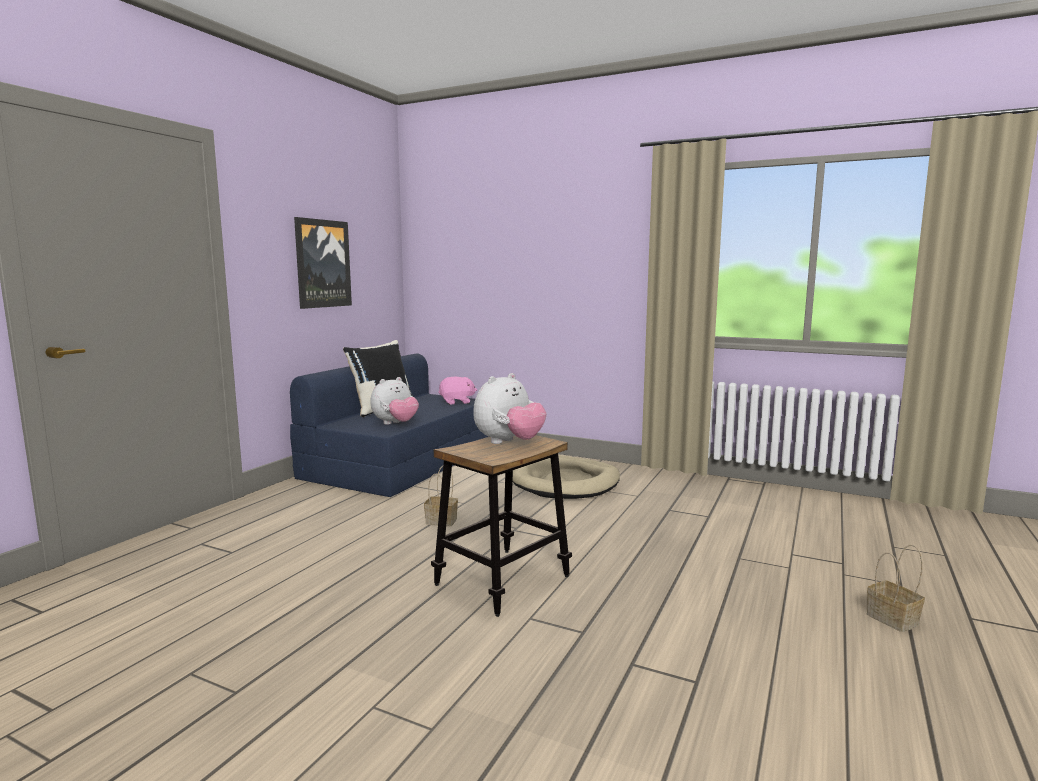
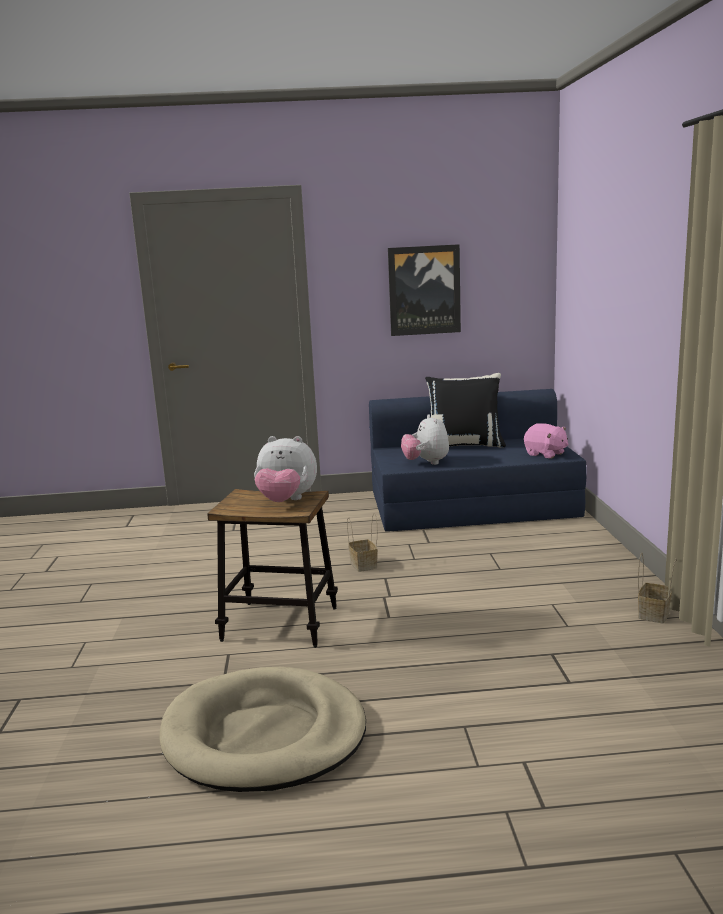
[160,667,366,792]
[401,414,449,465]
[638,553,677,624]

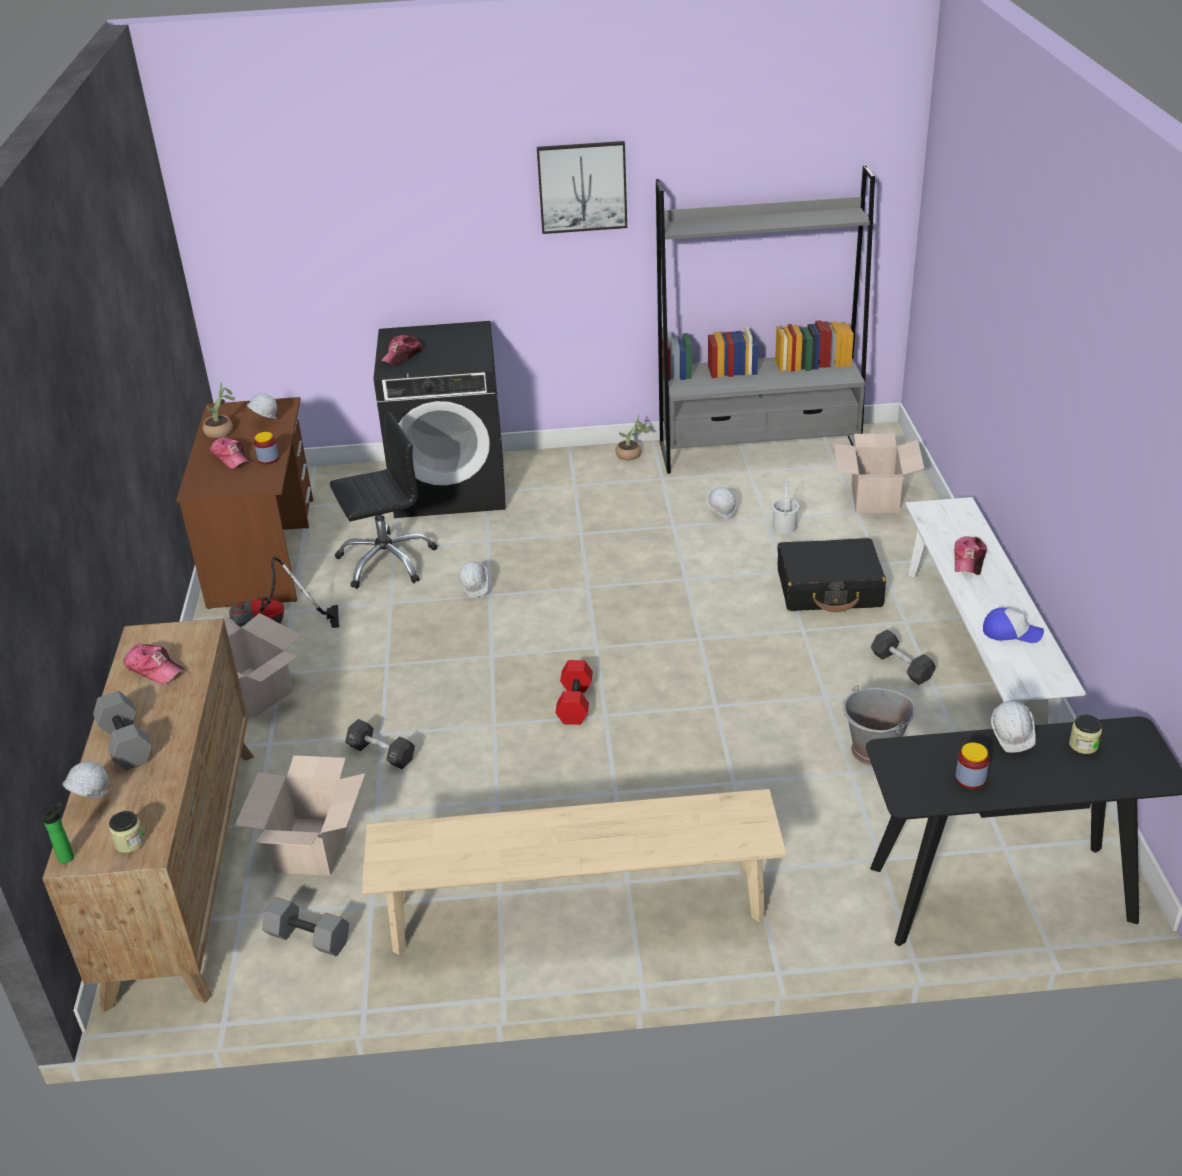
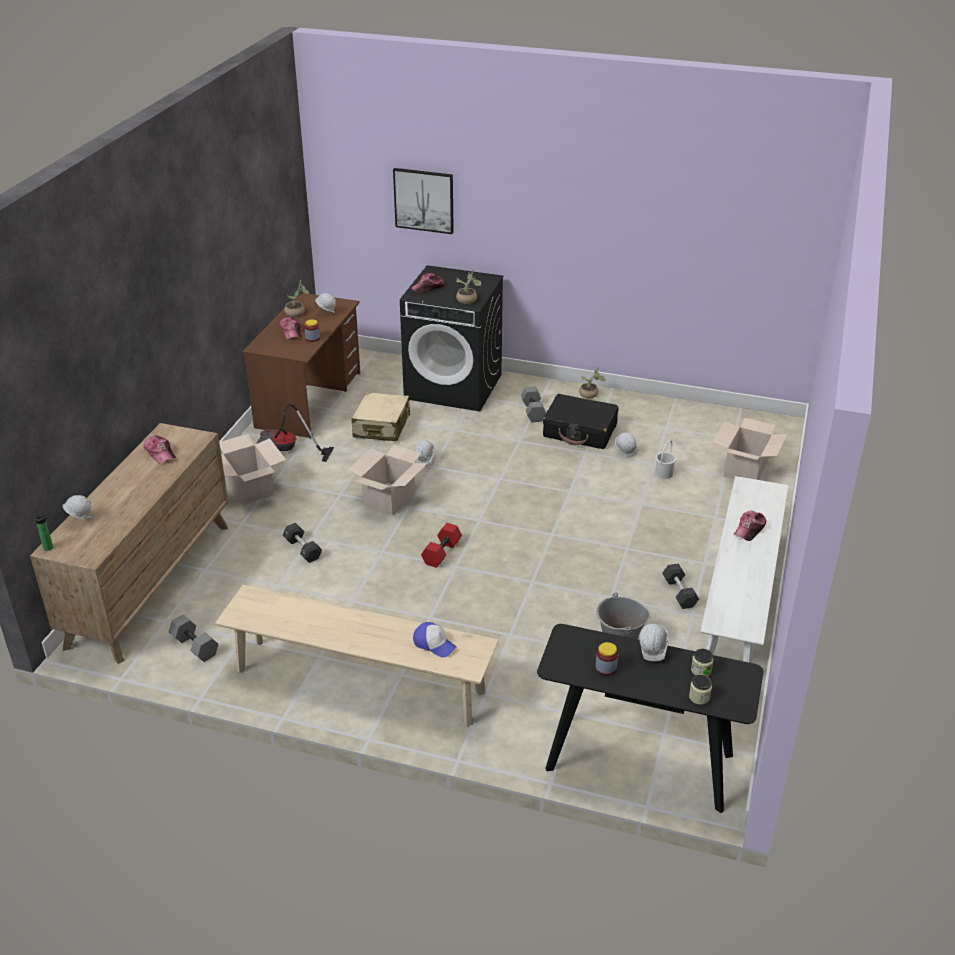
[347,445,428,516]
[351,392,410,441]
[393,168,454,234]
[413,622,457,658]
[456,269,481,304]
[521,387,546,422]
[543,394,619,449]
[689,675,712,705]
[656,165,875,474] (first image)

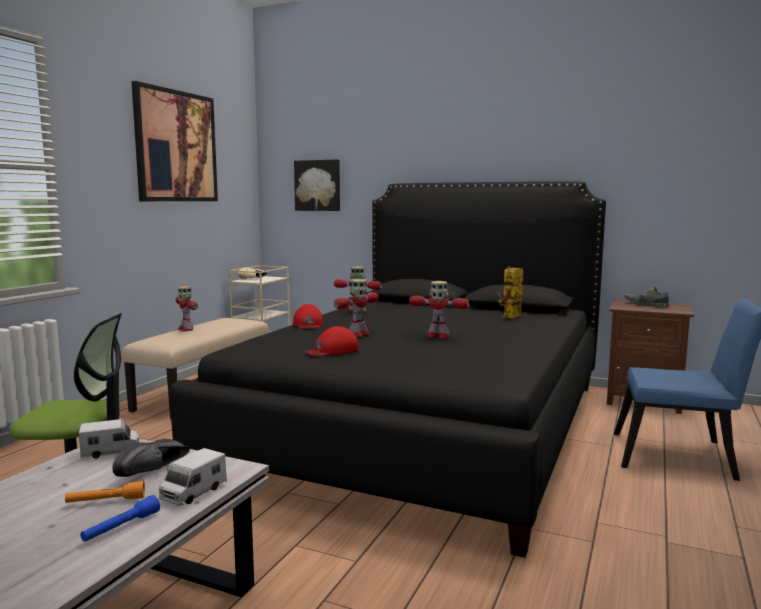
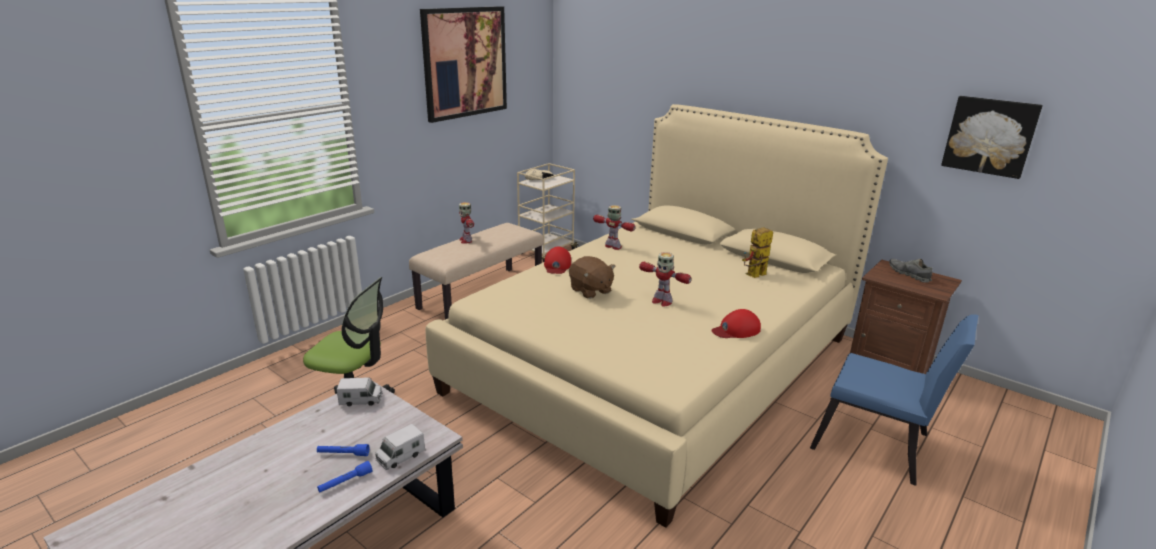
[317,444,369,456]
[425,104,888,528]
[569,256,615,299]
[711,309,761,338]
[941,96,1043,179]
[112,439,190,477] (first image)

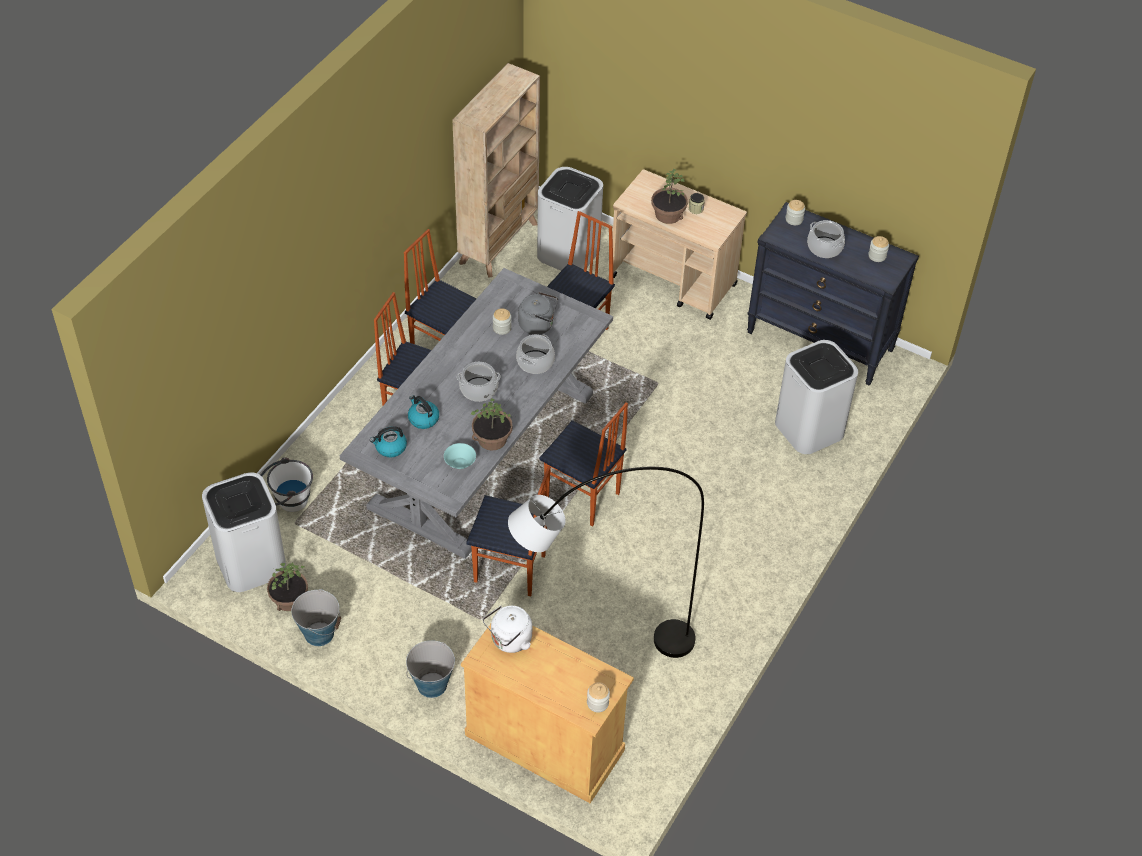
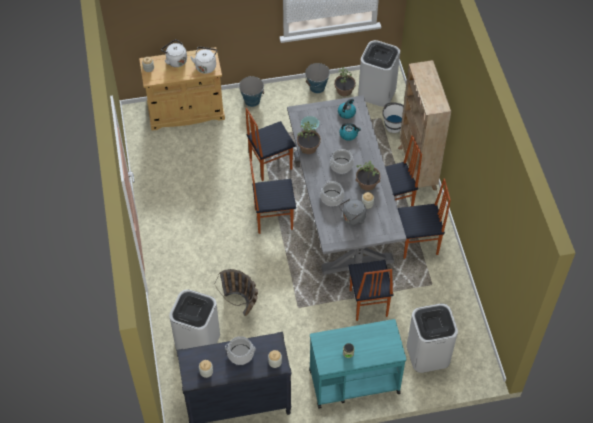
[161,39,187,67]
[214,269,258,316]
[309,319,406,409]
[355,161,381,191]
[398,60,451,192]
[508,467,704,658] (first image)

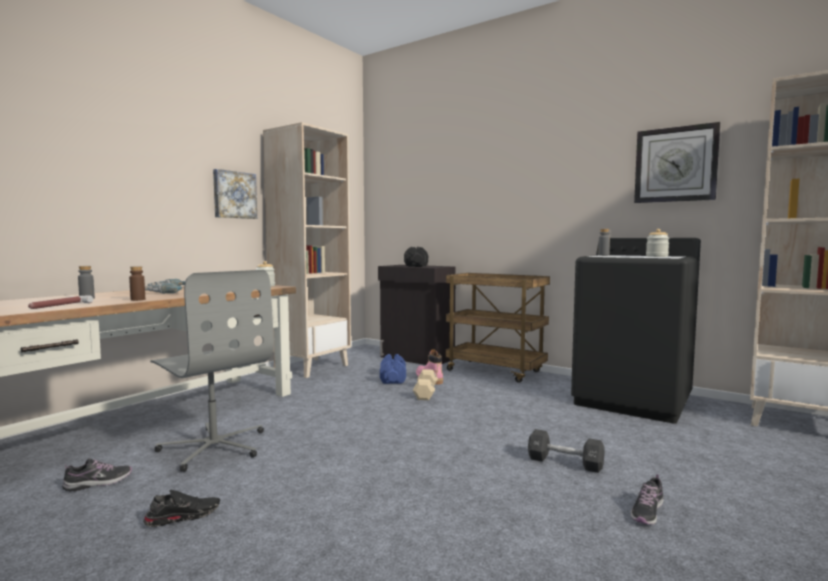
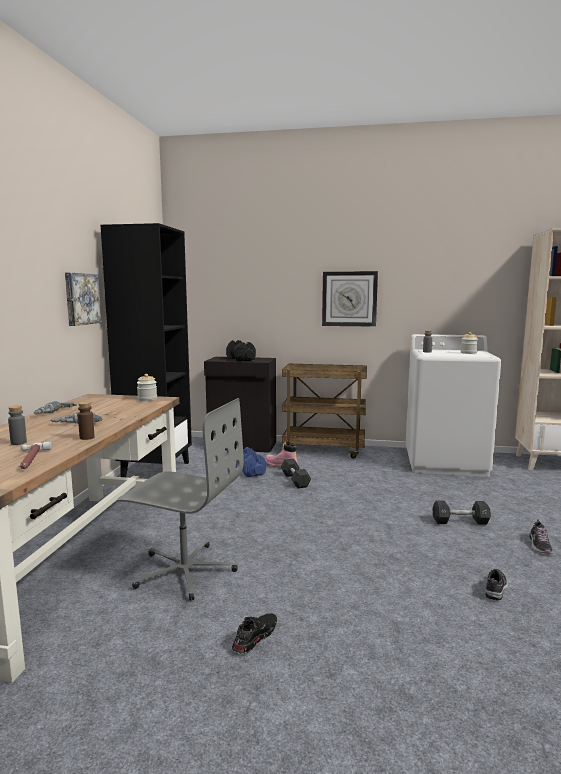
[101,223,192,477]
[280,459,311,488]
[322,271,378,327]
[406,334,501,477]
[485,569,508,600]

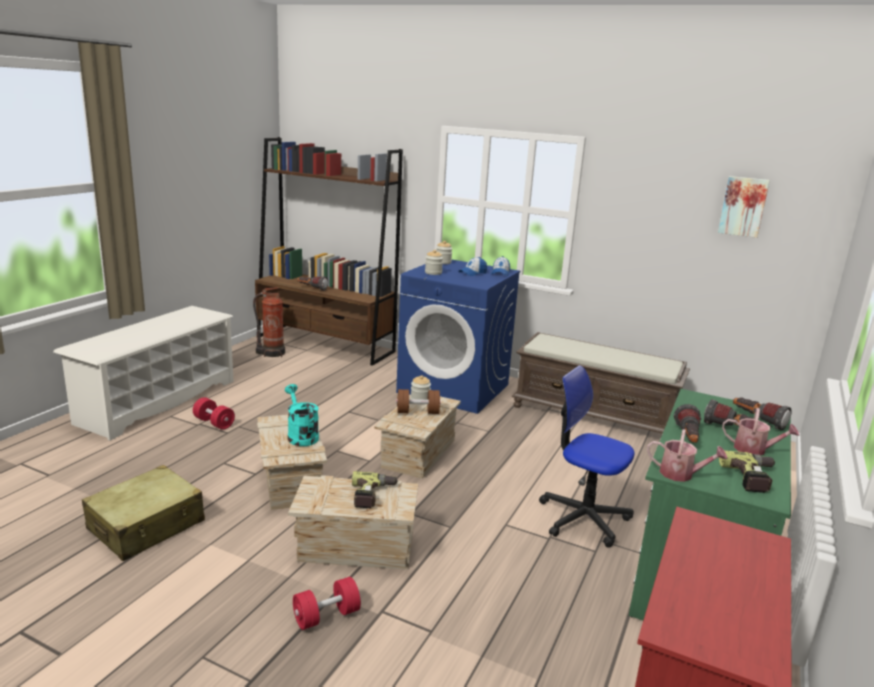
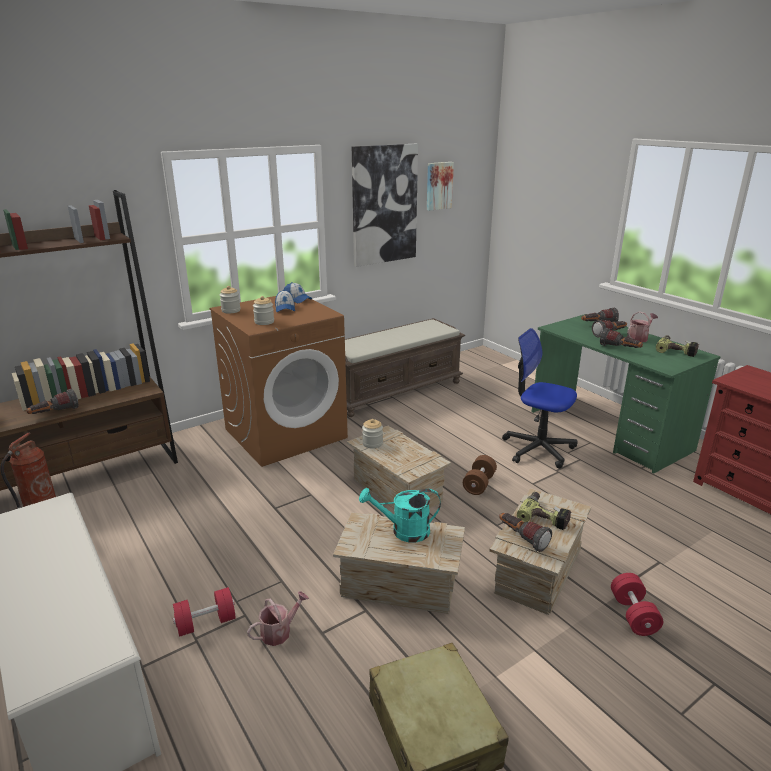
[209,296,348,467]
[247,591,309,646]
[352,144,418,267]
[463,455,497,495]
[499,513,552,552]
[502,328,578,469]

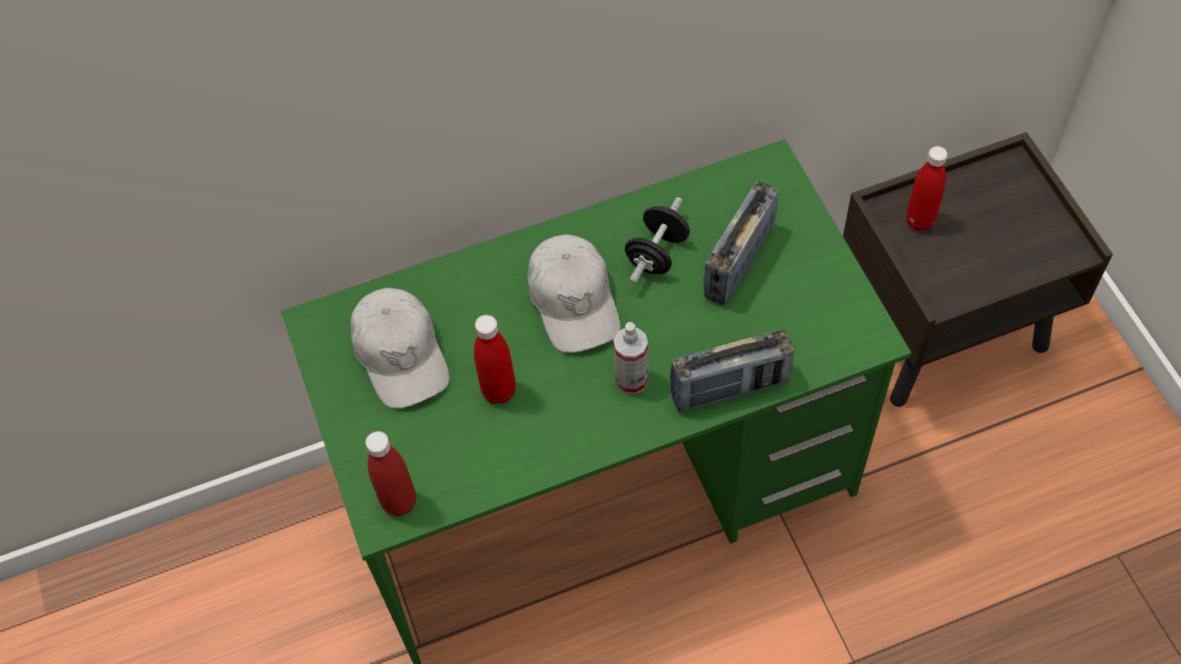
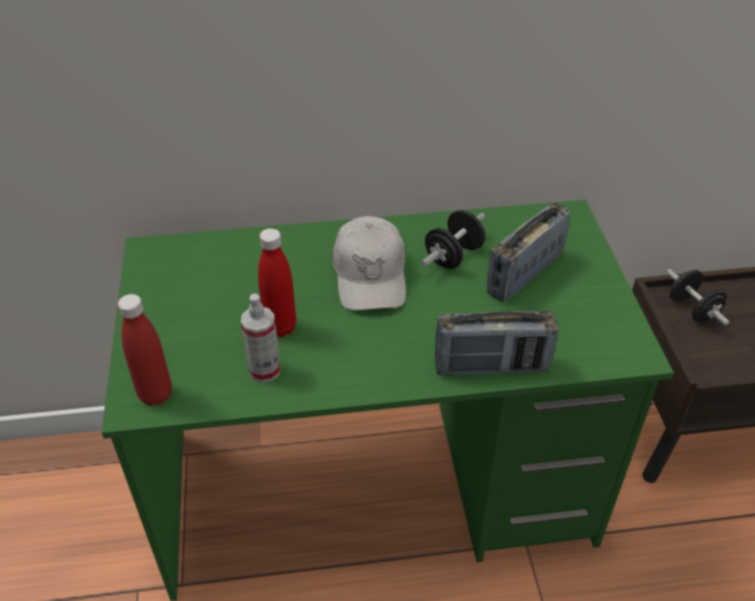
[241,293,281,382]
[667,269,730,326]
[350,288,449,409] (first image)

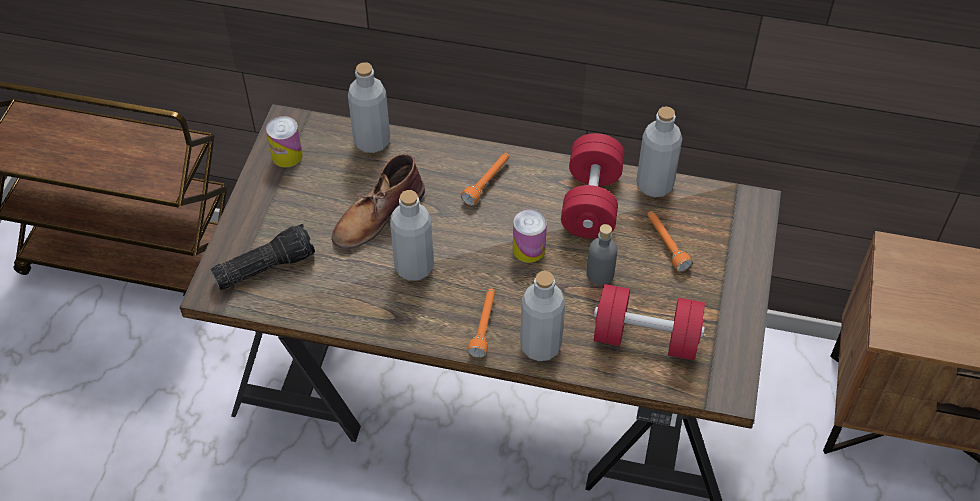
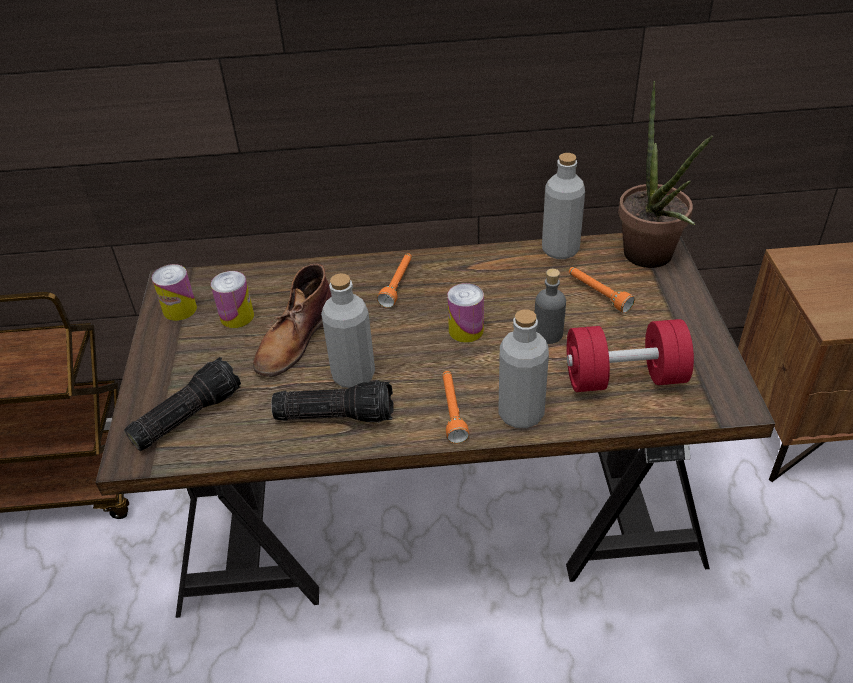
[211,271,254,328]
[271,380,393,423]
[618,81,713,268]
[348,62,390,153] (first image)
[561,133,624,239] (first image)

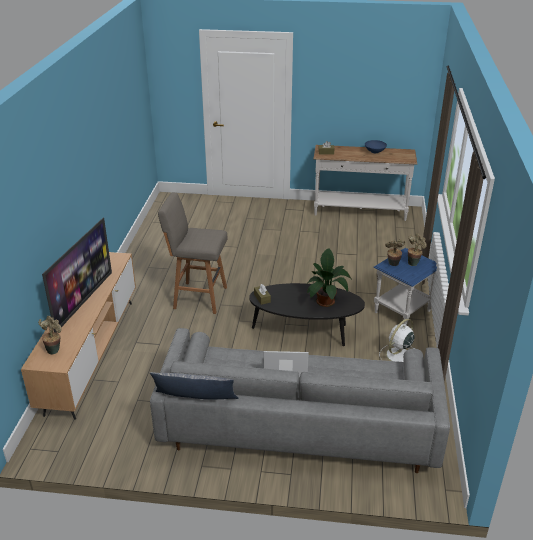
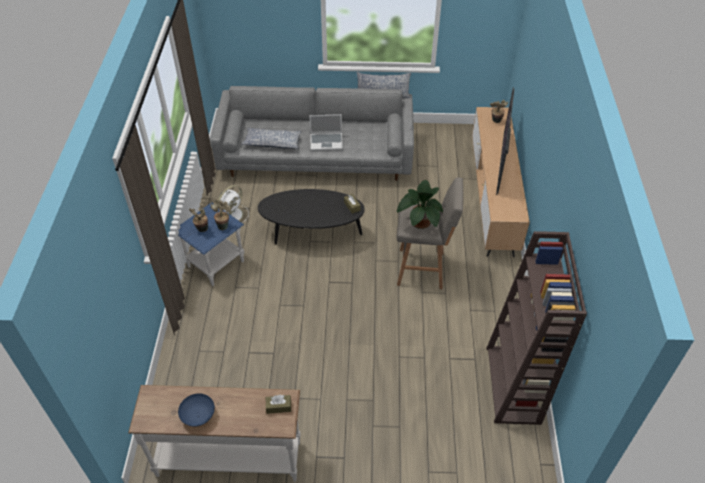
[241,127,302,149]
[397,180,443,229]
[486,231,587,425]

